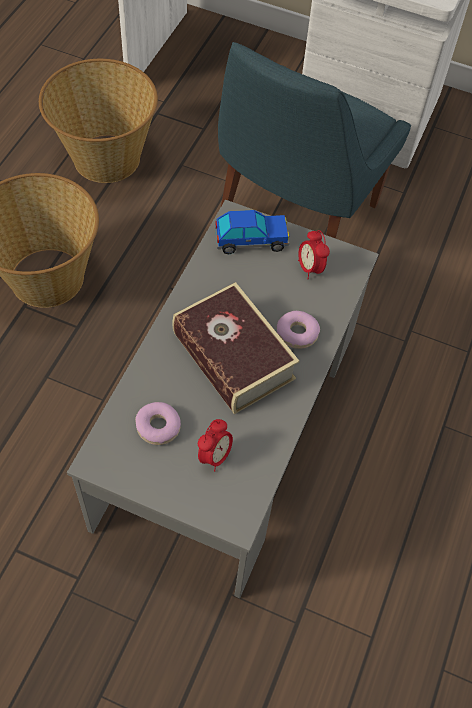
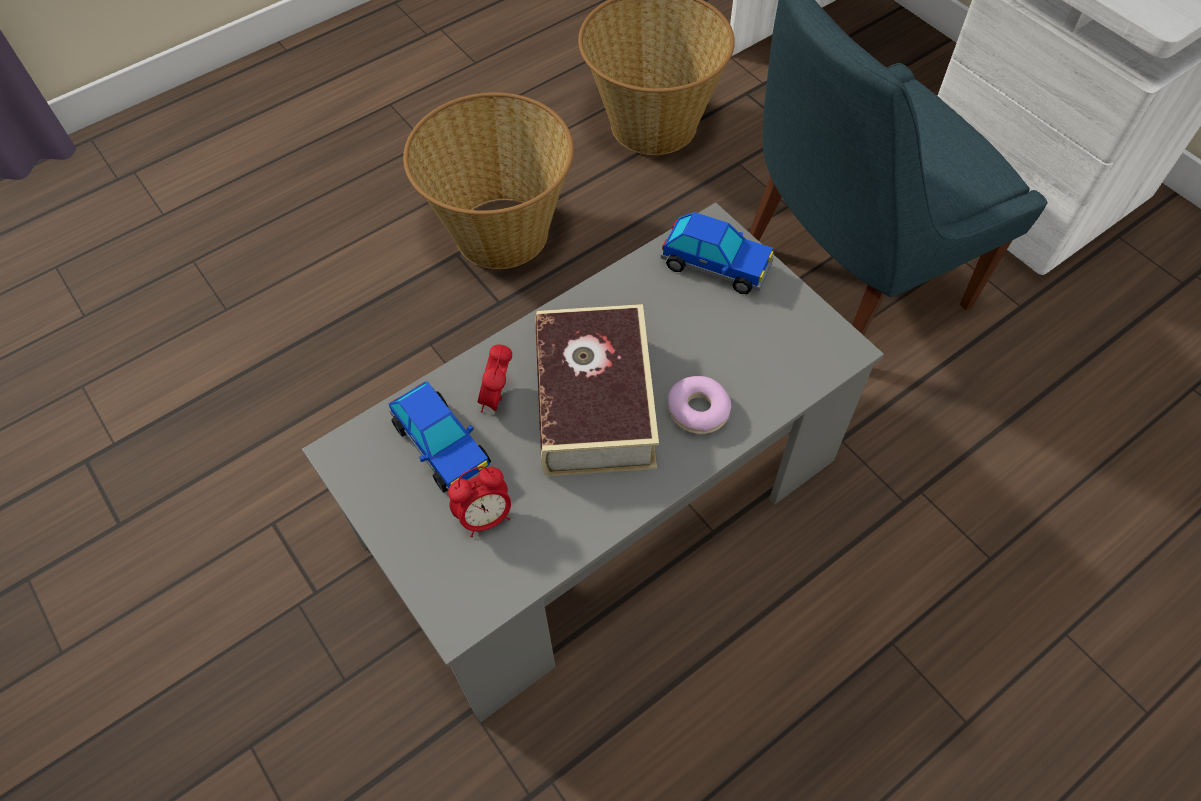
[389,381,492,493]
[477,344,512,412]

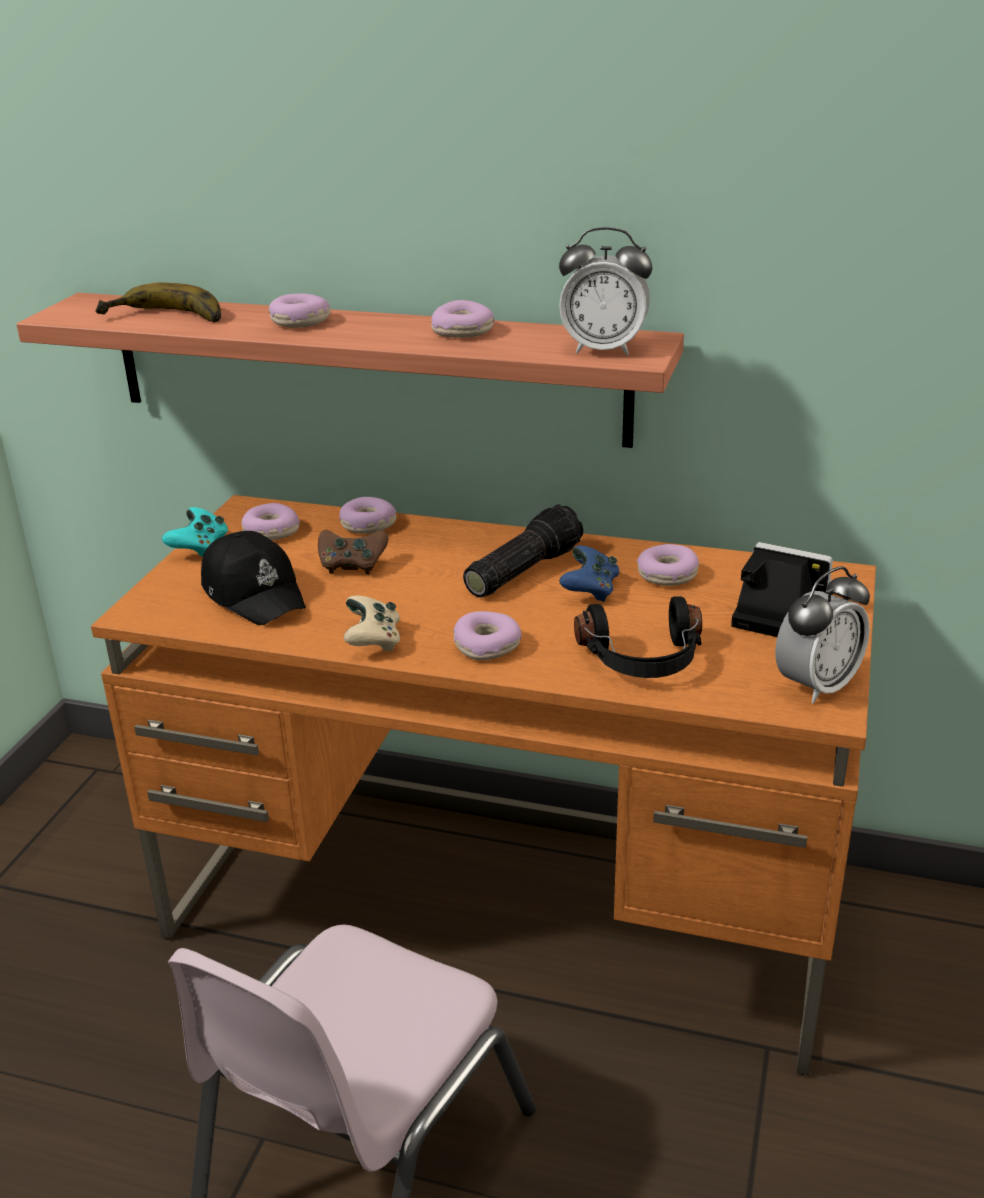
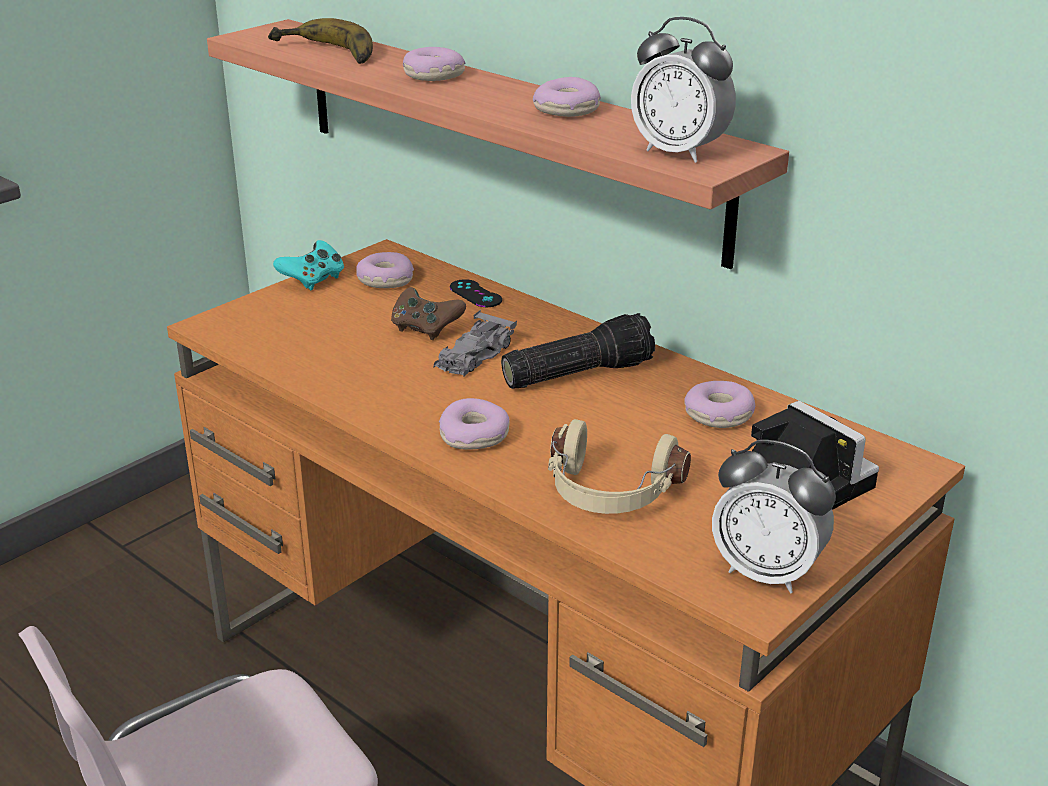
[434,310,517,377]
[450,279,502,307]
[548,419,691,514]
[712,439,836,593]
[201,531,306,625] (first image)
[344,596,400,652] (first image)
[559,545,619,602] (first image)

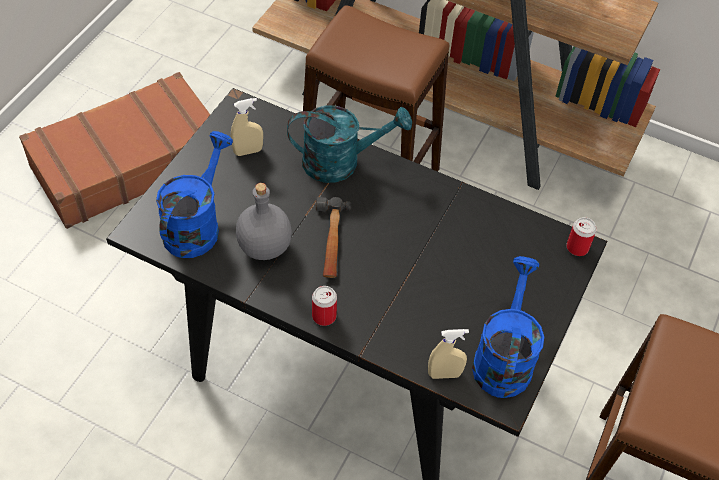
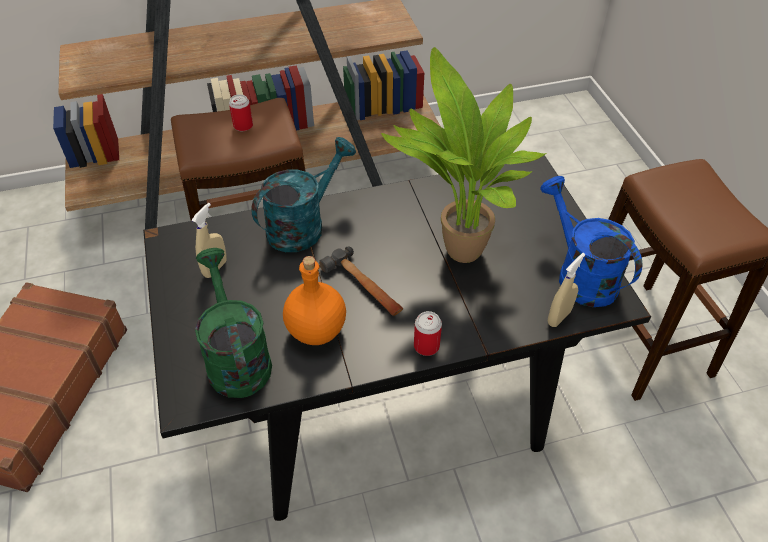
[195,248,272,398]
[229,94,253,131]
[283,256,346,345]
[381,47,546,263]

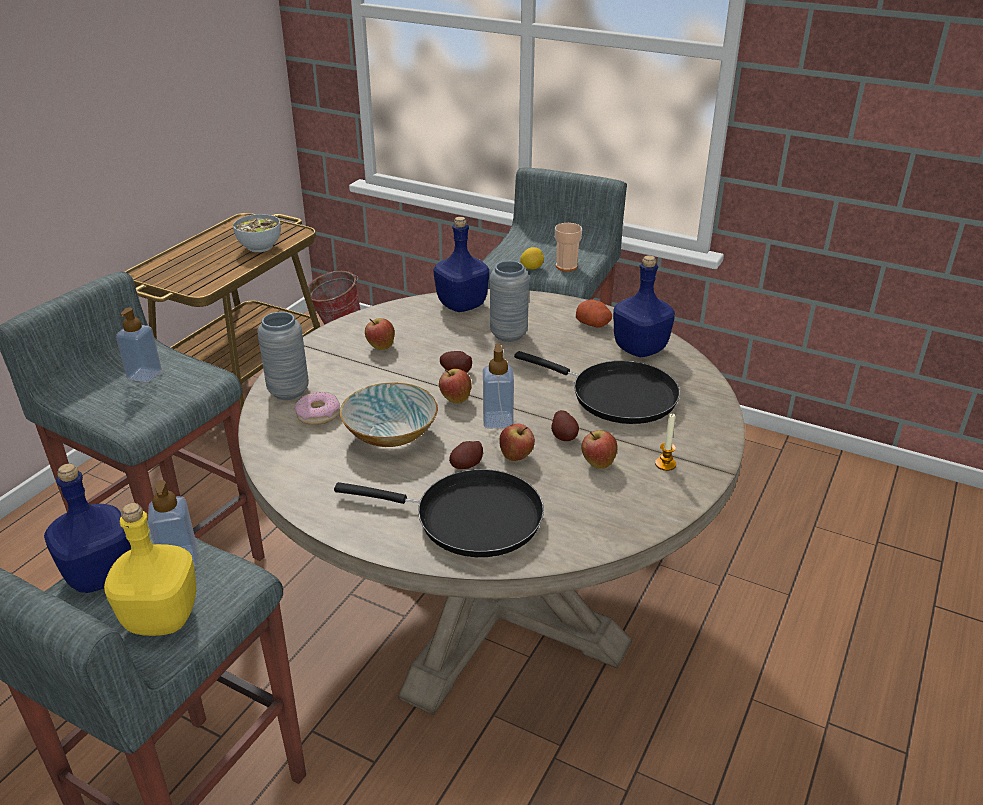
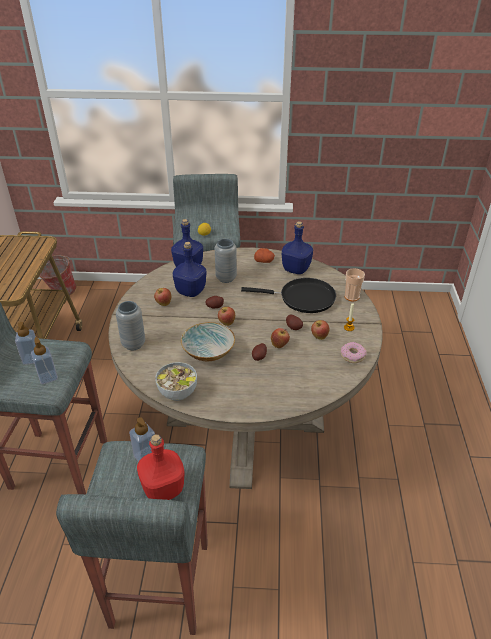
[31,337,58,384]
[137,434,185,500]
[156,362,197,401]
[172,242,206,297]
[341,342,367,363]
[345,268,365,301]
[334,469,544,557] (first image)

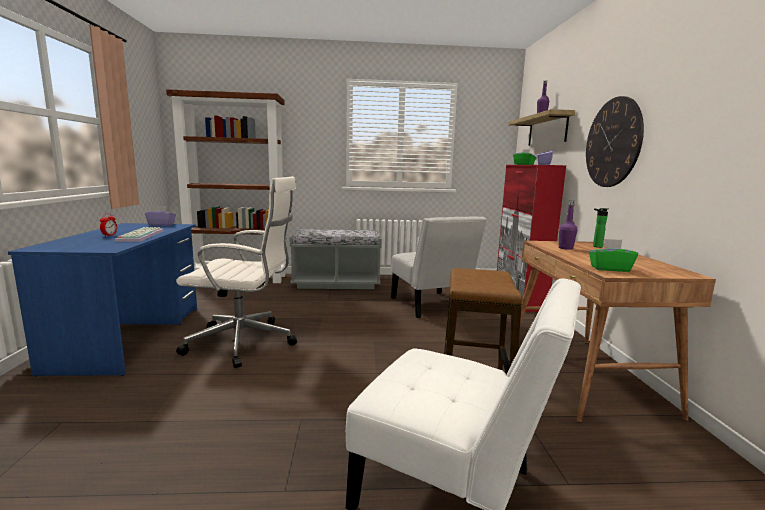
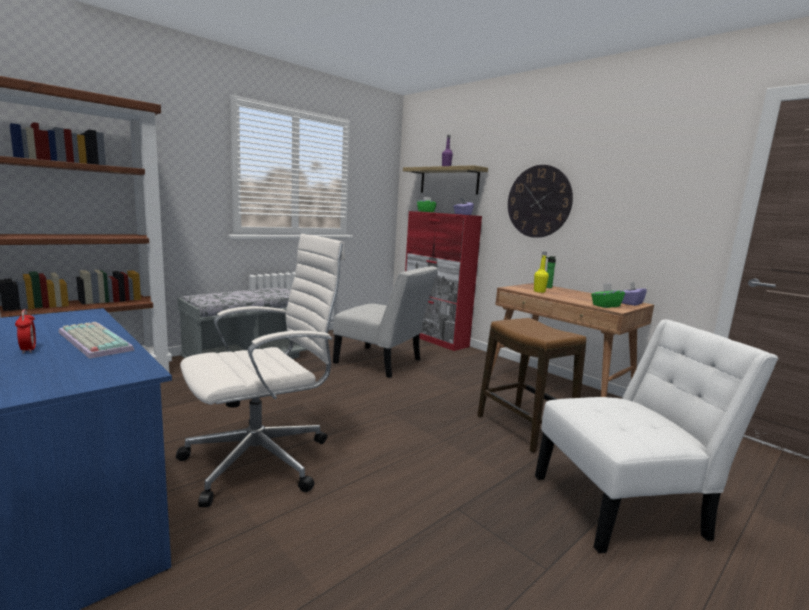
[534,252,549,293]
[622,282,647,306]

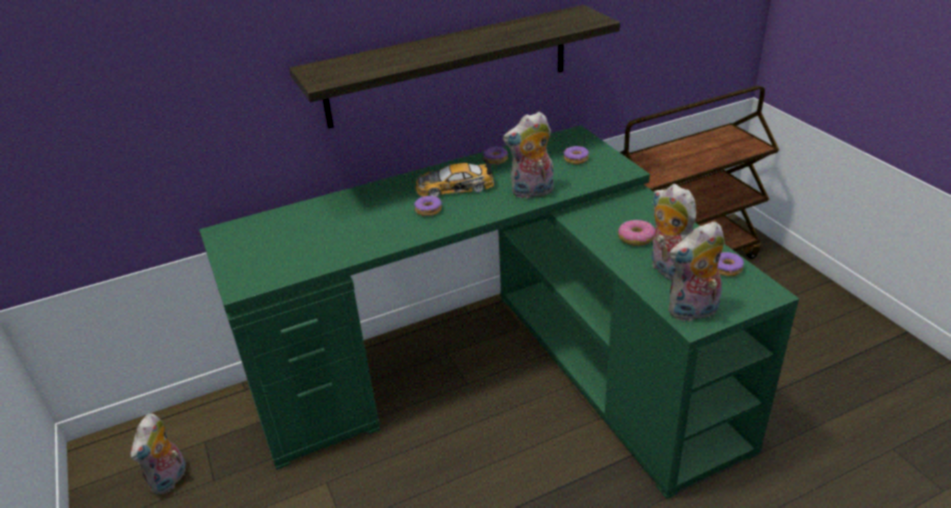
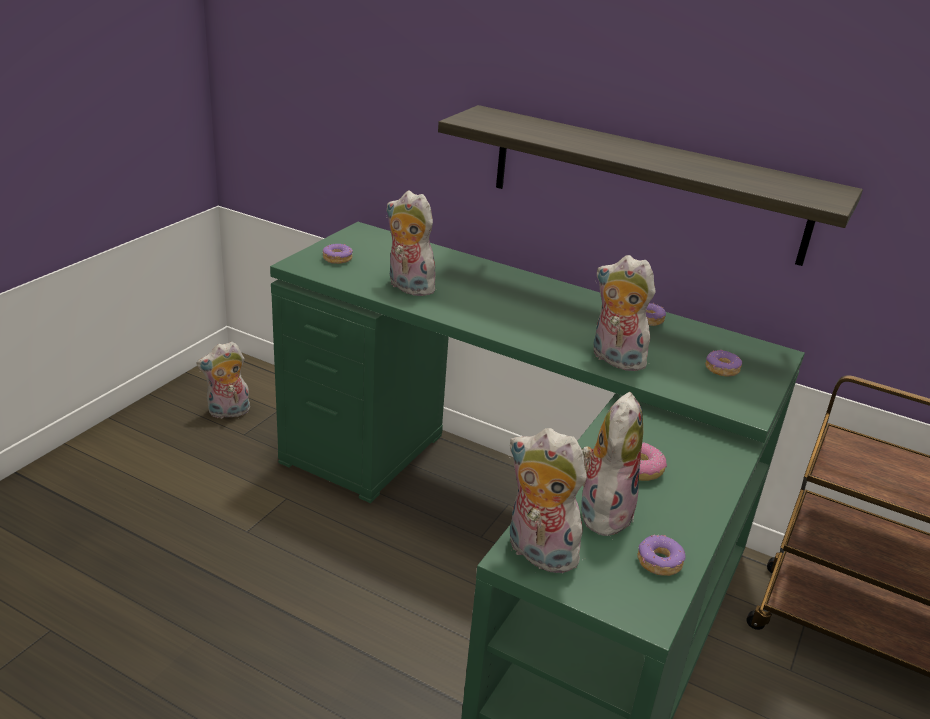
[323,244,353,264]
[386,191,440,296]
[416,159,494,197] (first image)

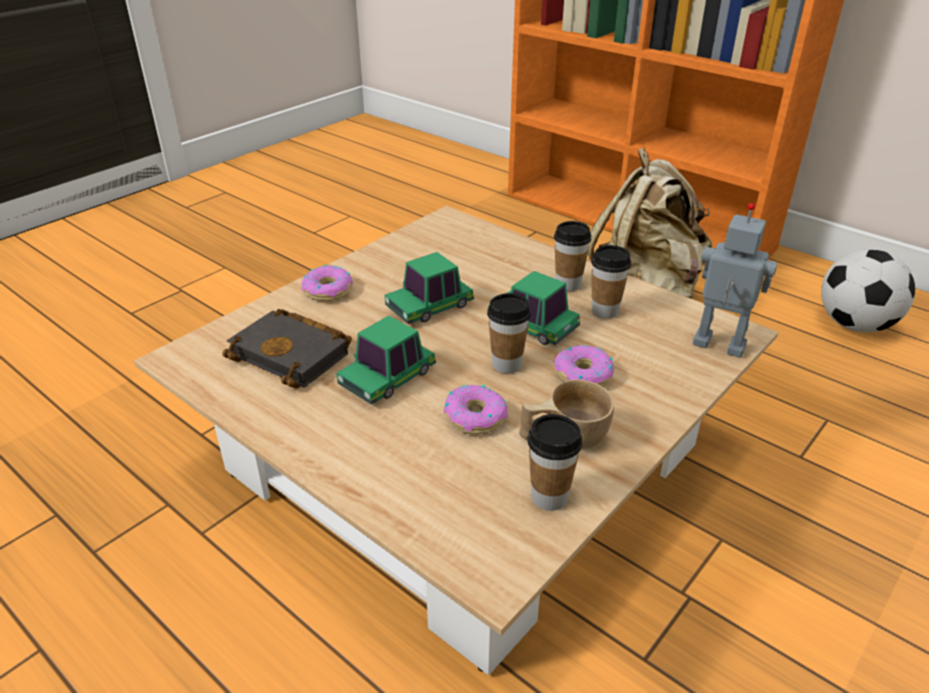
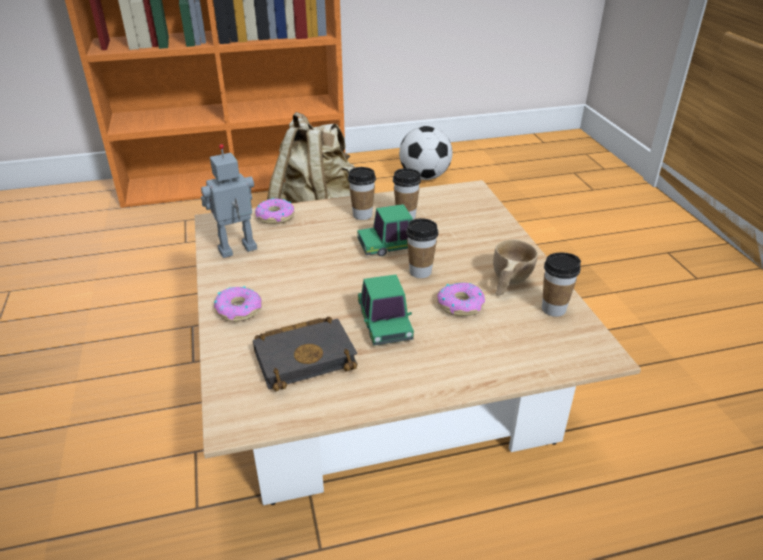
[201,144,257,258]
[255,198,295,224]
[385,252,474,324] (first image)

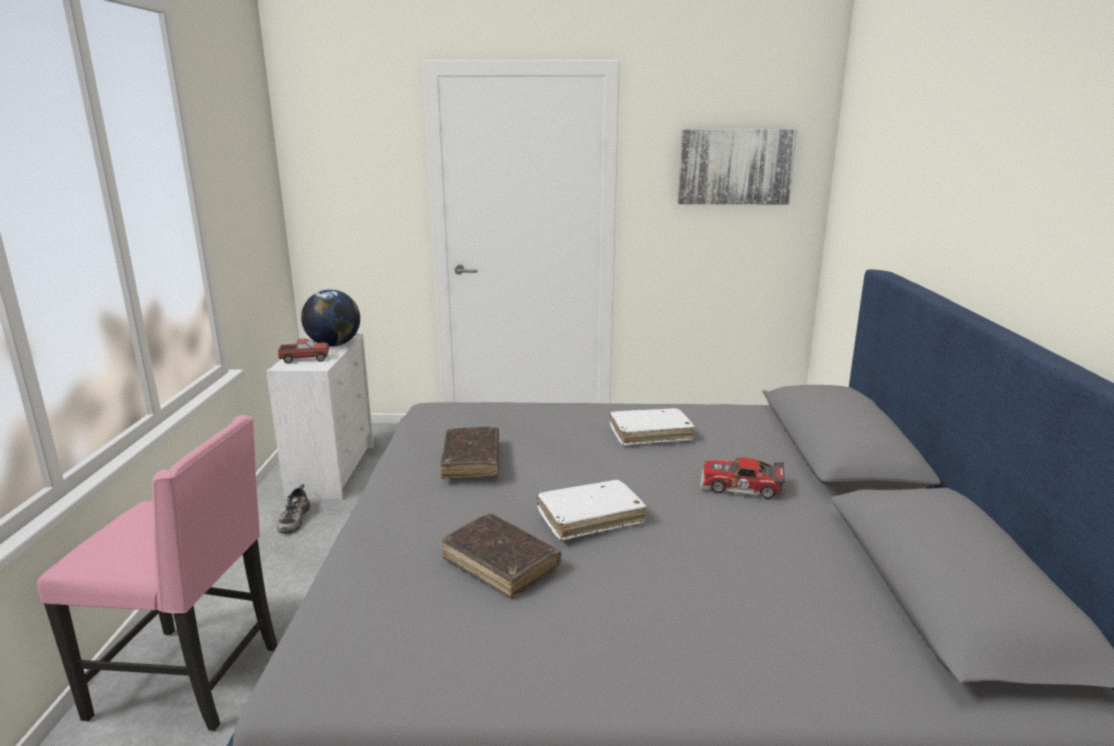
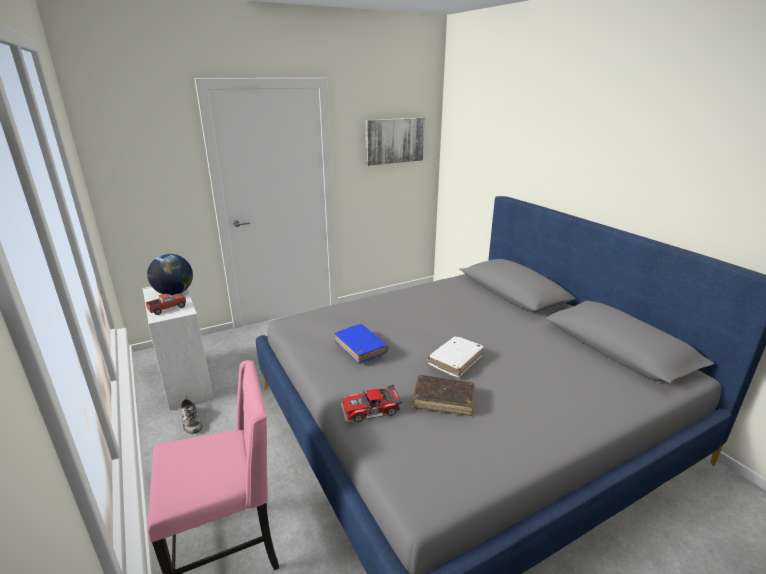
[335,324,388,364]
[340,385,402,423]
[610,408,694,446] (first image)

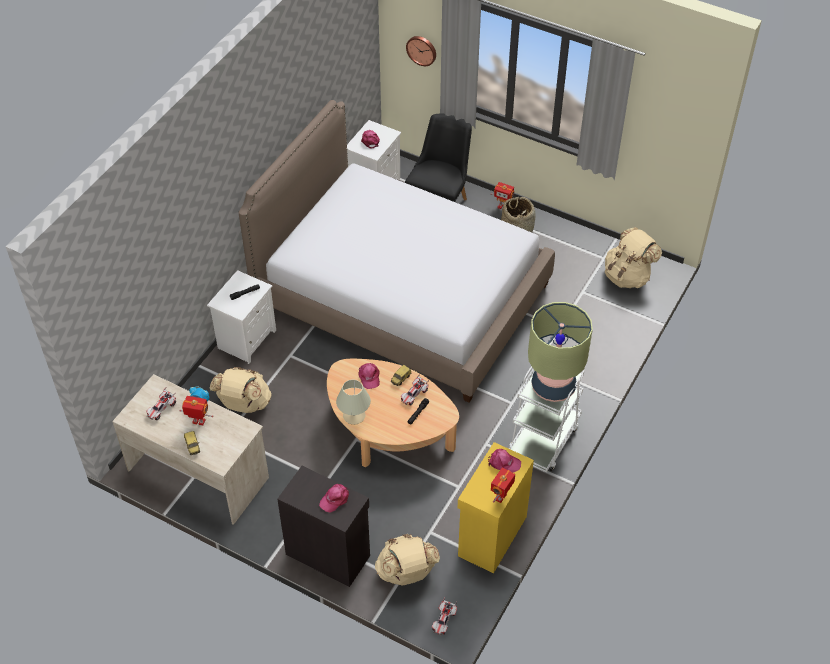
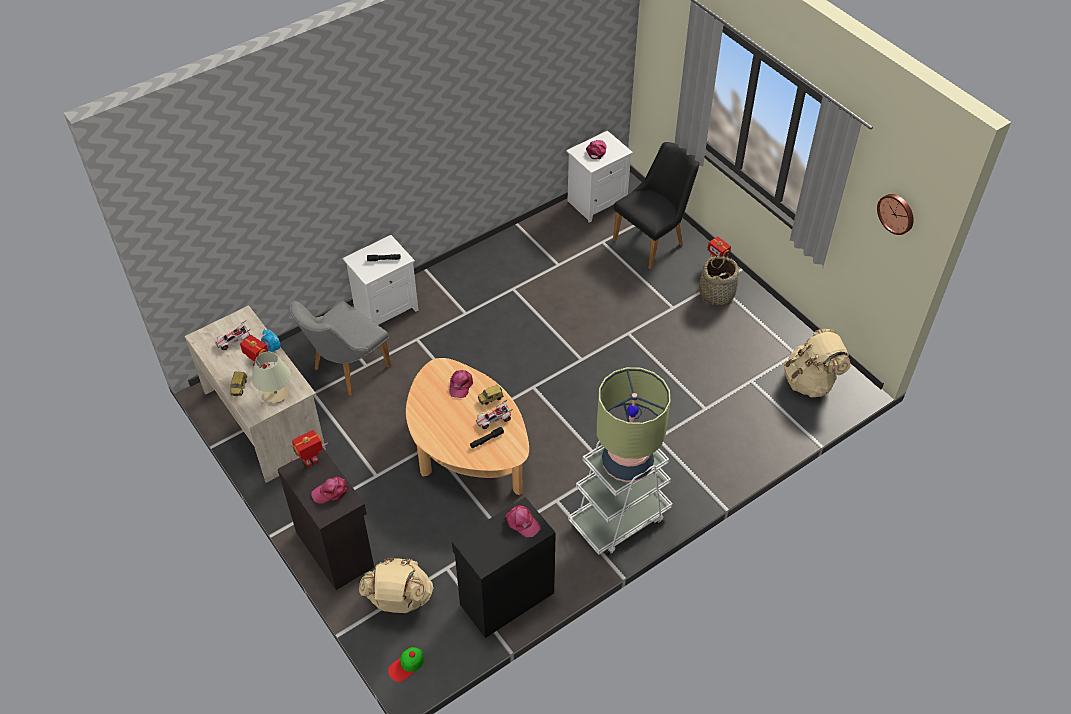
[252,352,291,403]
[290,301,391,396]
[291,430,328,467]
[388,647,424,682]
[452,497,556,638]
[877,194,914,235]
[239,100,555,403] (first image)

